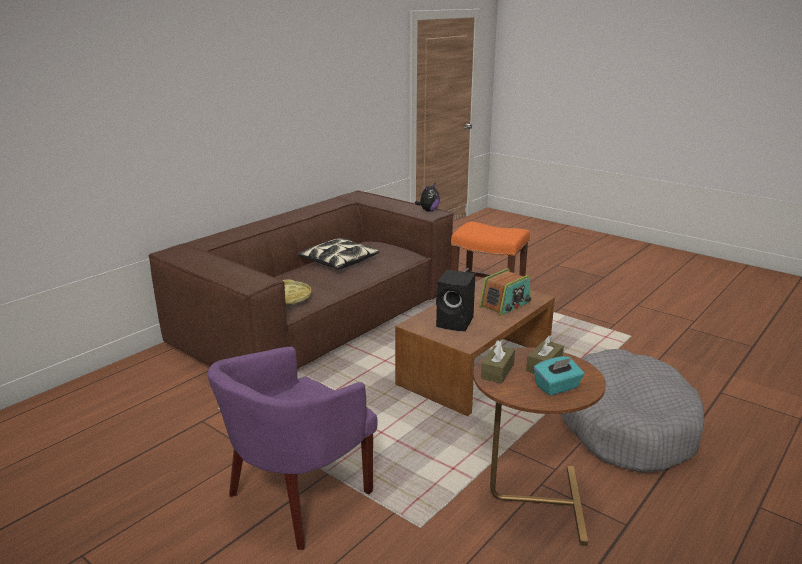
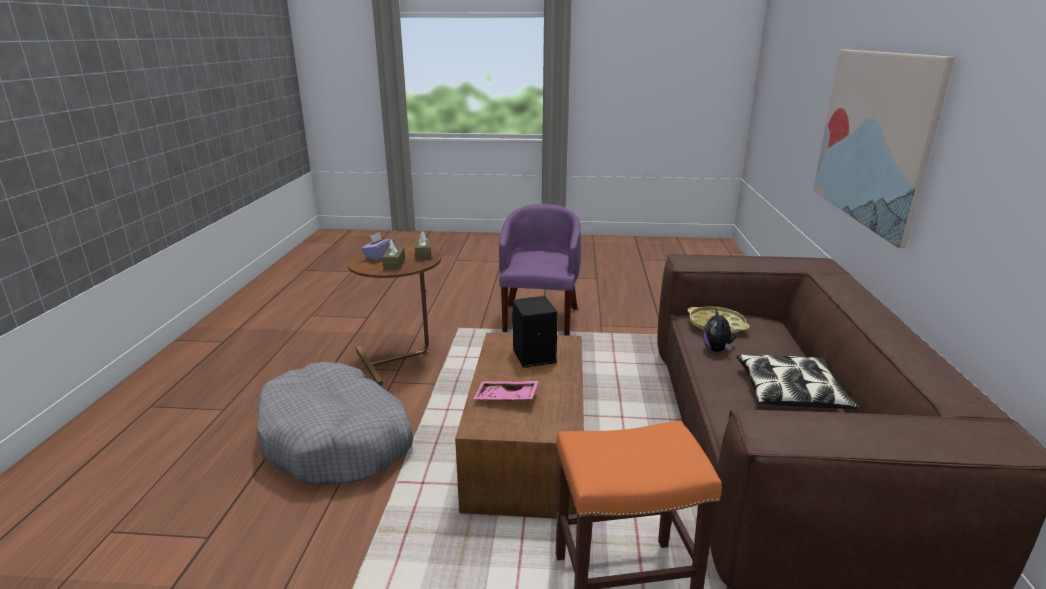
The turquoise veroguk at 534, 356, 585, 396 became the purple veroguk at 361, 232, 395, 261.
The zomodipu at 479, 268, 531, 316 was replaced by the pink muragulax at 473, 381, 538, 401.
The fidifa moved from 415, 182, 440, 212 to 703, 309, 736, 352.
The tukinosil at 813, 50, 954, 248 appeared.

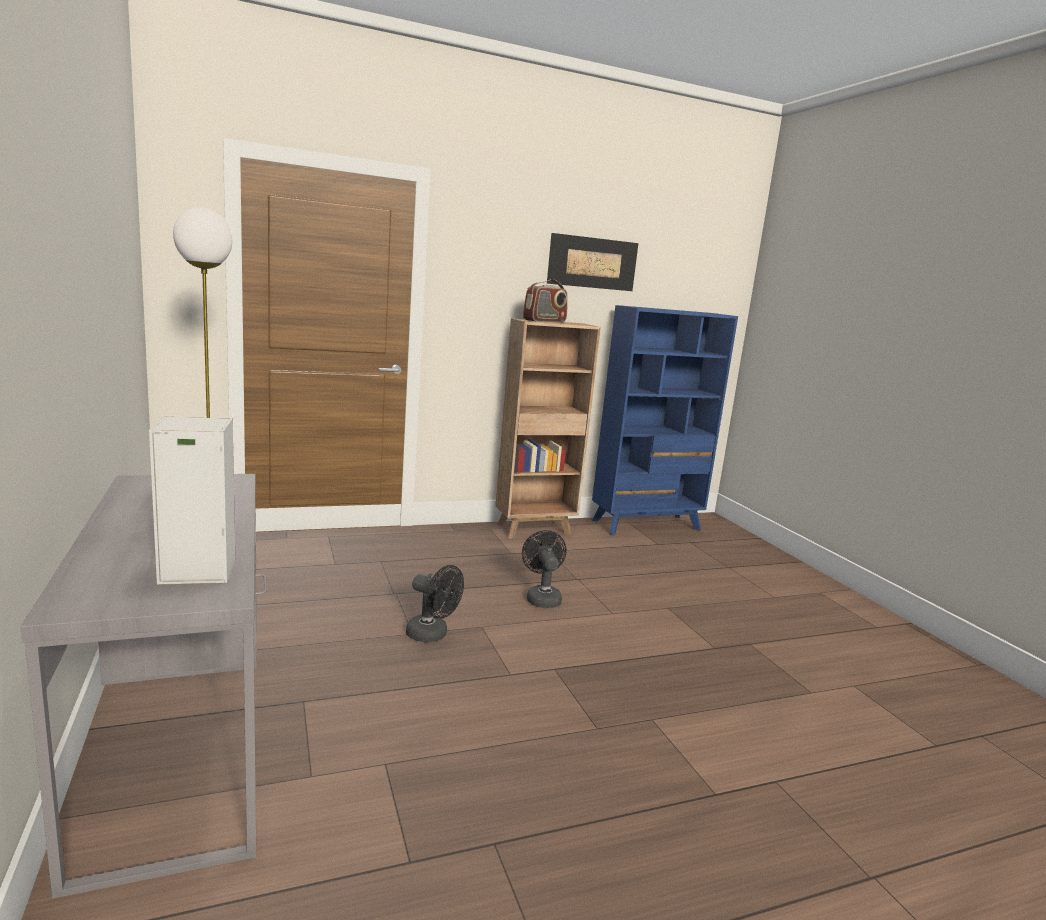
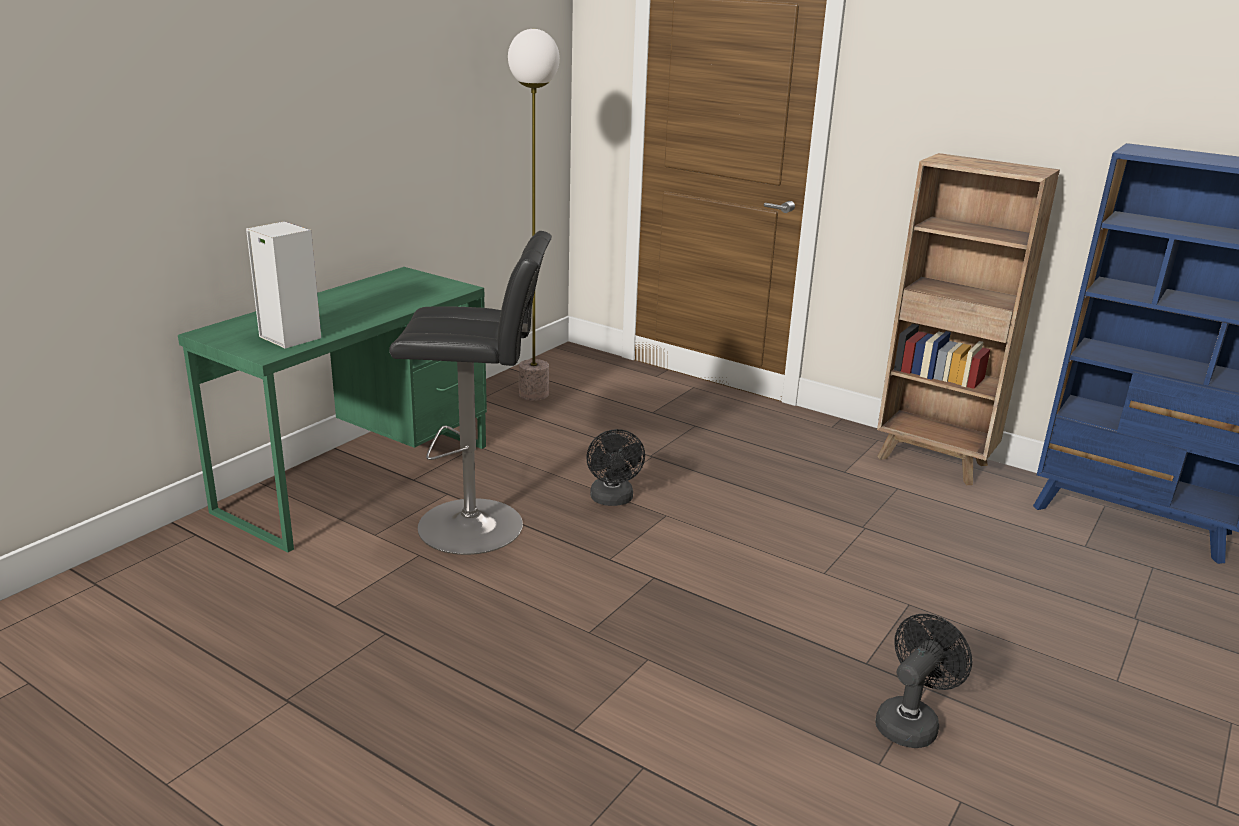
The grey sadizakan at 20, 474, 267, 899 became the green sadizakan at 178, 267, 487, 552.
The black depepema at 389, 231, 552, 555 appeared.
The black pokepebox moved from 522, 530, 567, 608 to 875, 614, 972, 748.
The zomodipu at 523, 279, 568, 323 disappeared.
The tukinosil at 547, 233, 638, 291 disappeared.

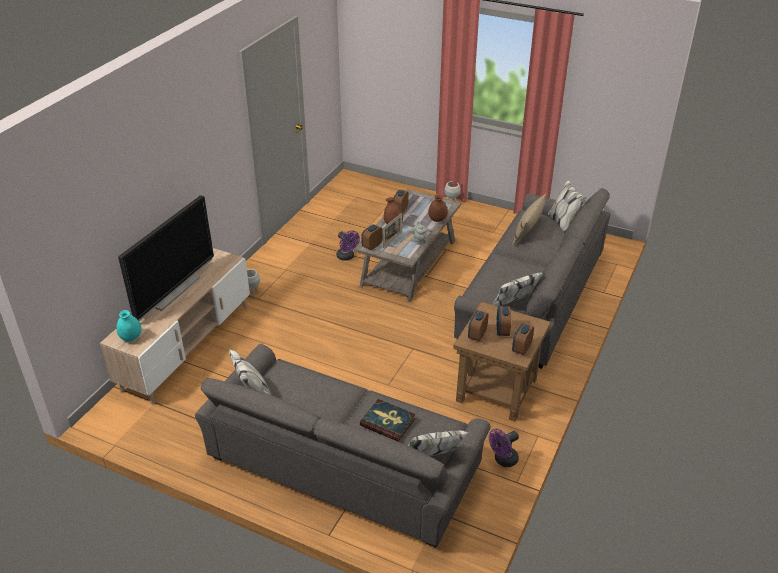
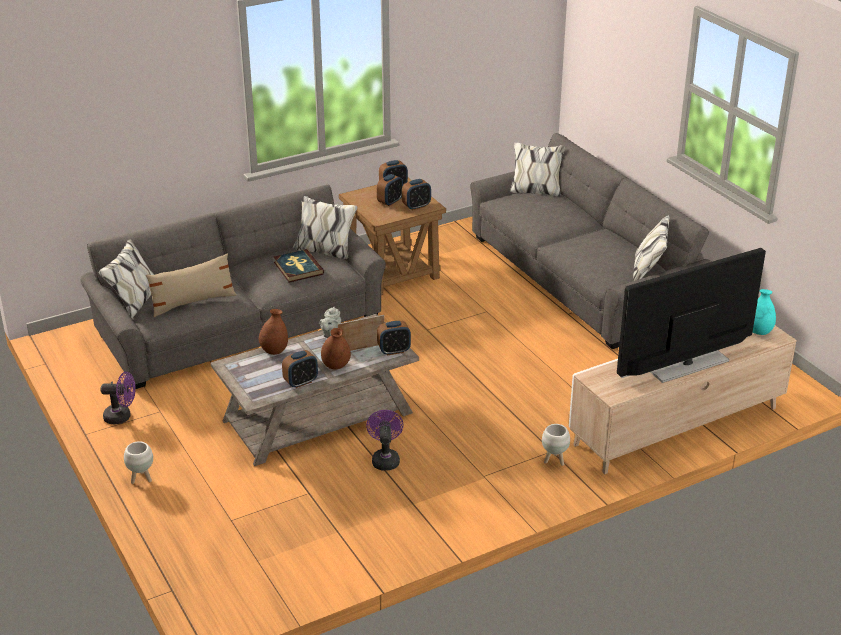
The purple pokepebox moved from 489, 428, 519, 467 to 101, 372, 136, 424.
The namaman moved from 360, 399, 415, 441 to 274, 249, 324, 282.

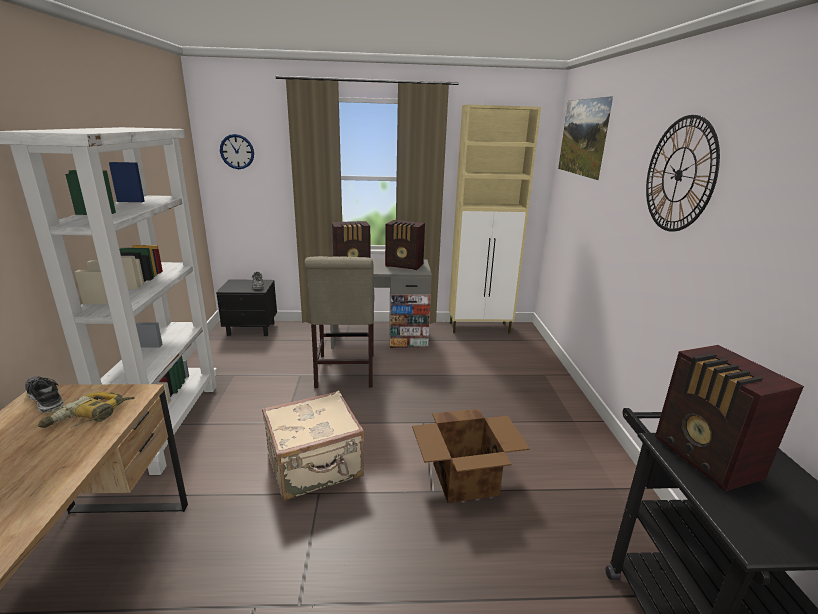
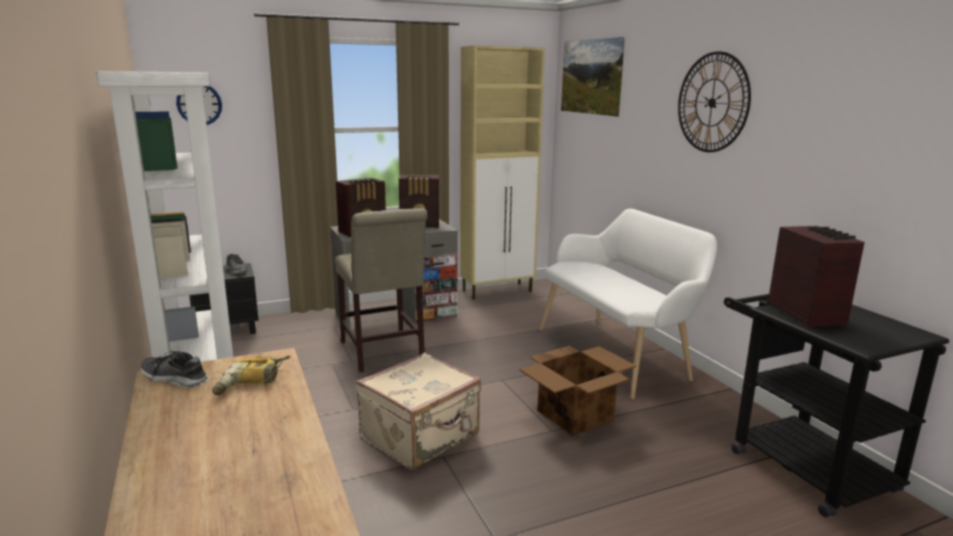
The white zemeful at 539, 209, 717, 400 appeared.
The zomodipu at 655, 345, 804, 491 turned 150 degrees counterclockwise.

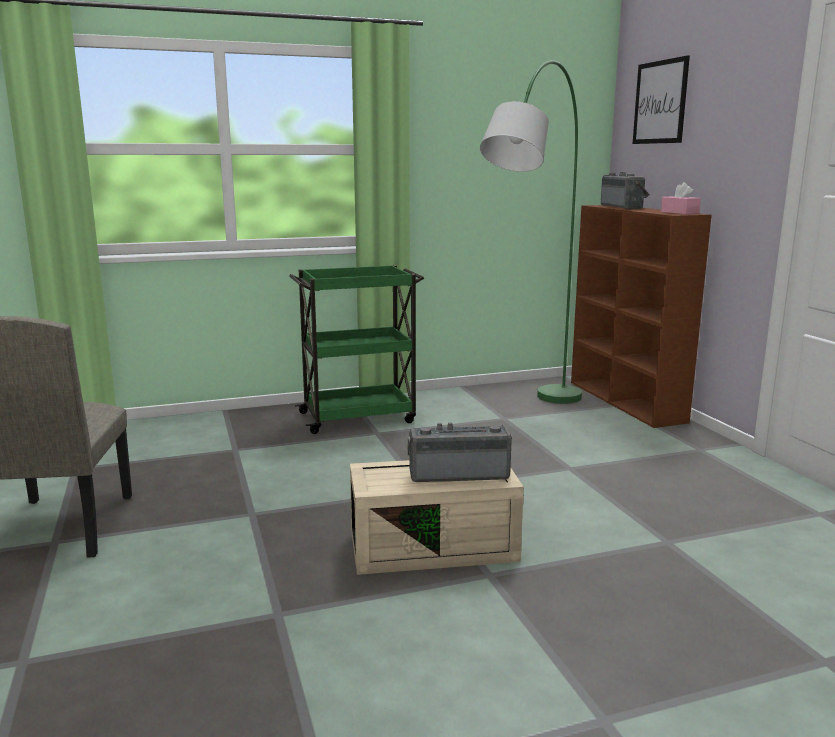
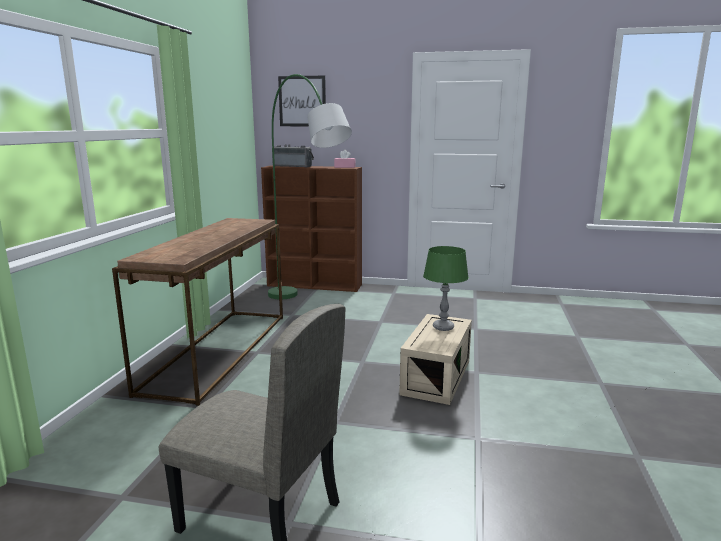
The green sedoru at 289, 265, 424, 434 was replaced by the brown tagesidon at 112, 218, 283, 406.
The zomodipu at 407, 422, 512, 482 was replaced by the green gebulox at 423, 246, 469, 331.

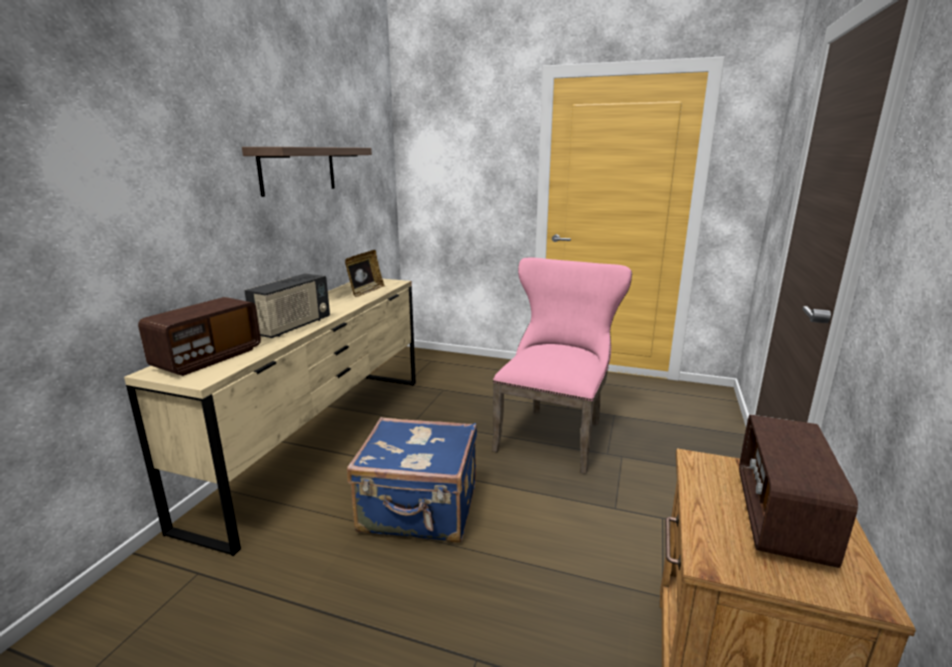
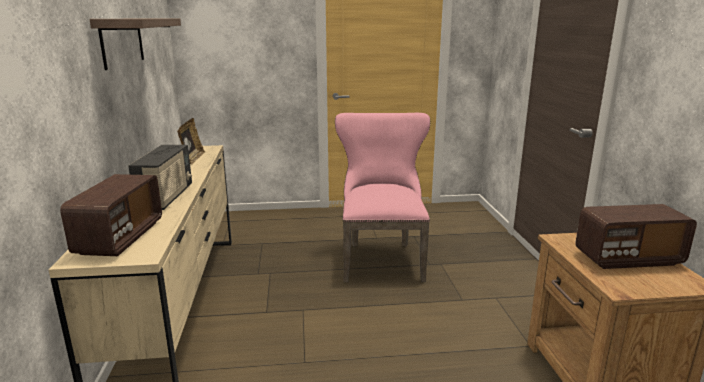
The zomodipu at 739, 414, 858, 568 turned 90 degrees counterclockwise.
The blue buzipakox at 347, 417, 477, 543 disappeared.

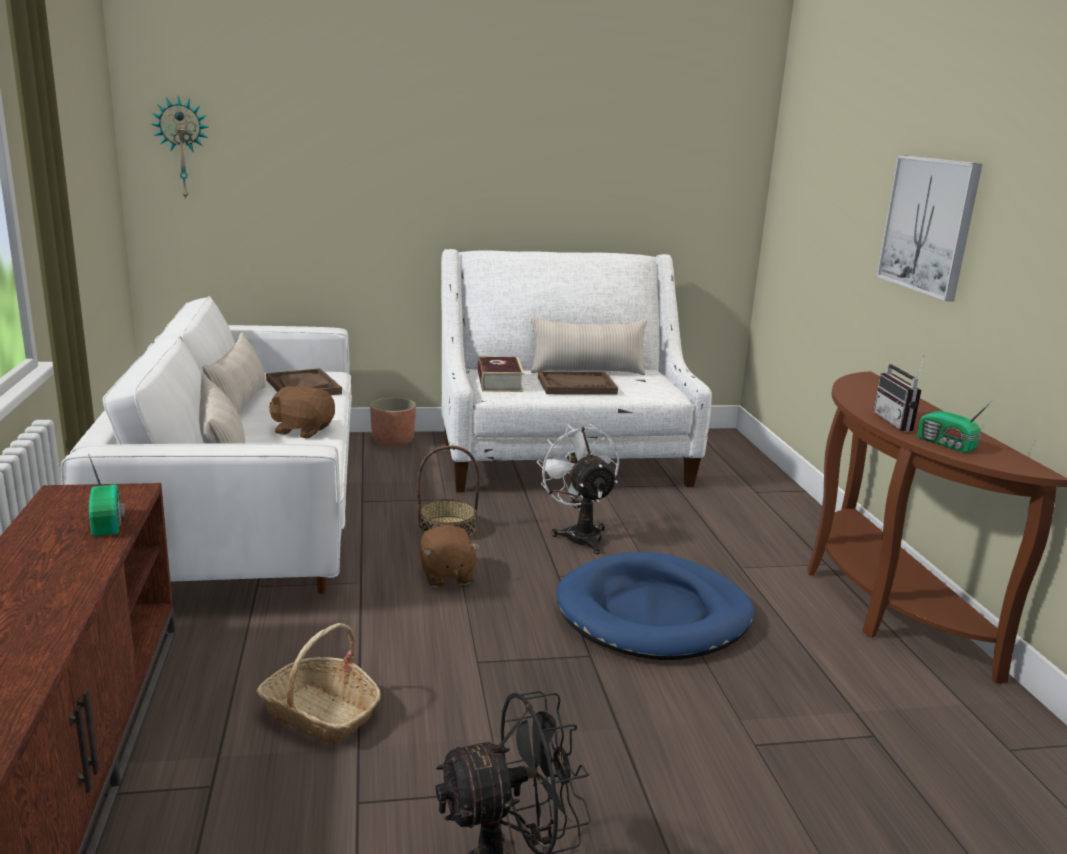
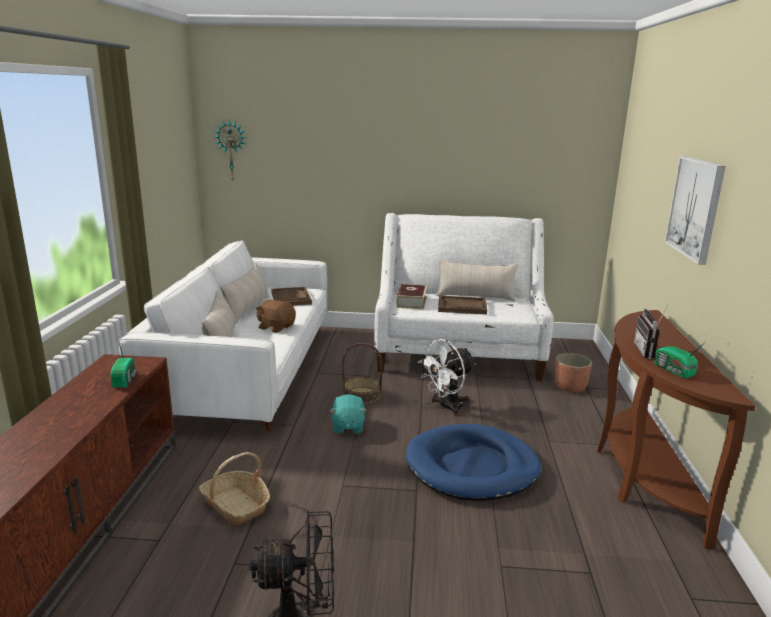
The brown fidifa at 420, 525, 480, 588 became the turquoise fidifa at 330, 394, 367, 434.
The white pokepebox at 537, 424, 619, 554 turned 120 degrees counterclockwise.
The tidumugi moved from 370, 397, 416, 446 to 554, 353, 592, 393.

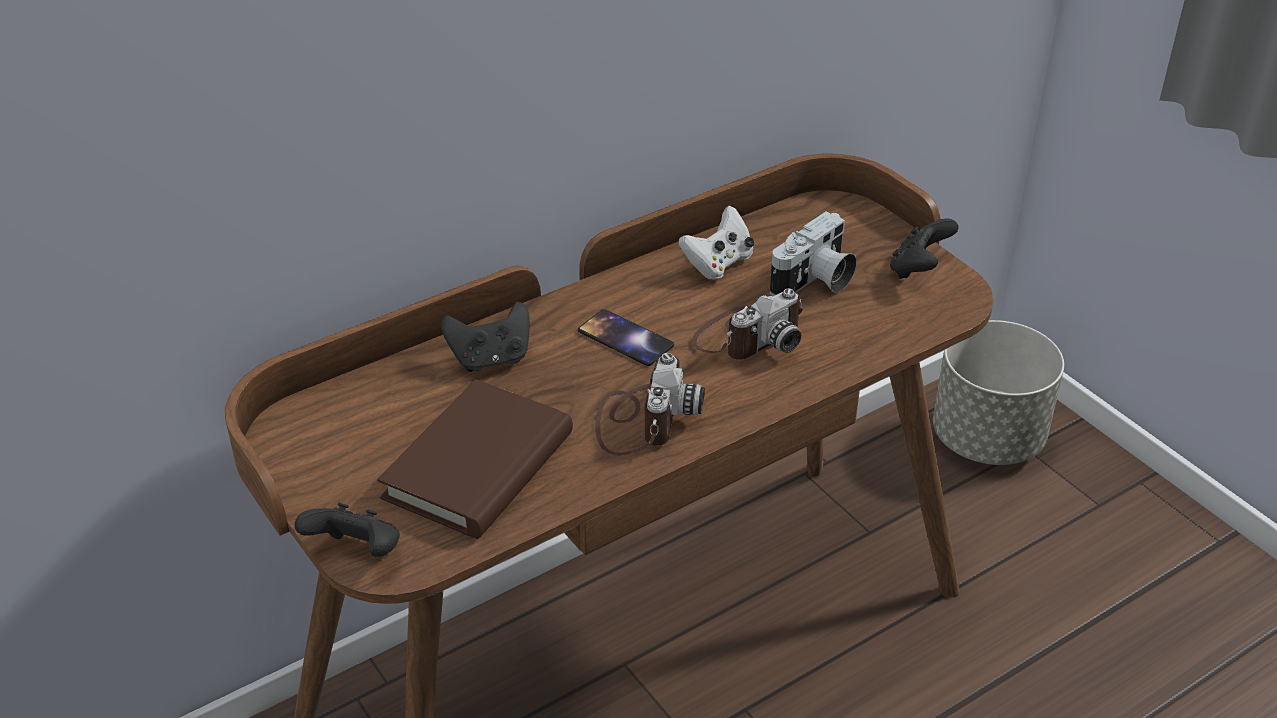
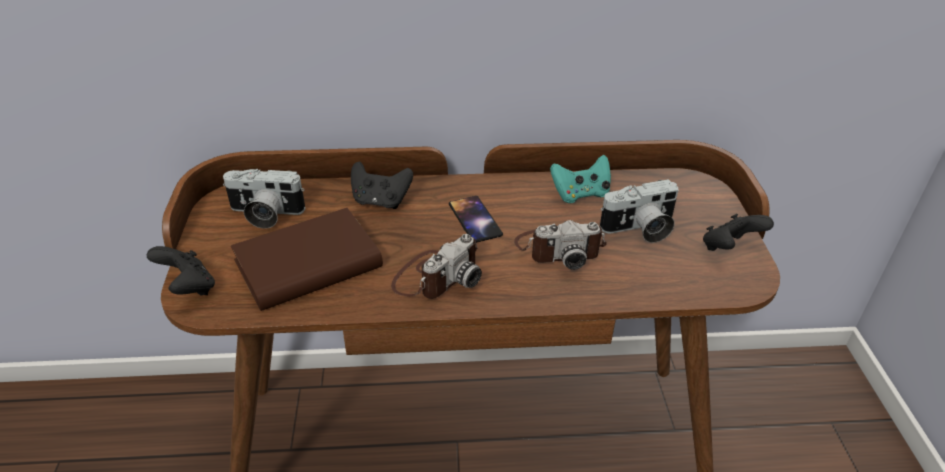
The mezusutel at 223, 169, 306, 229 appeared.
The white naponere at 678, 205, 754, 280 became the turquoise naponere at 550, 155, 611, 203.
The grey tidumugi at 933, 320, 1064, 465 disappeared.

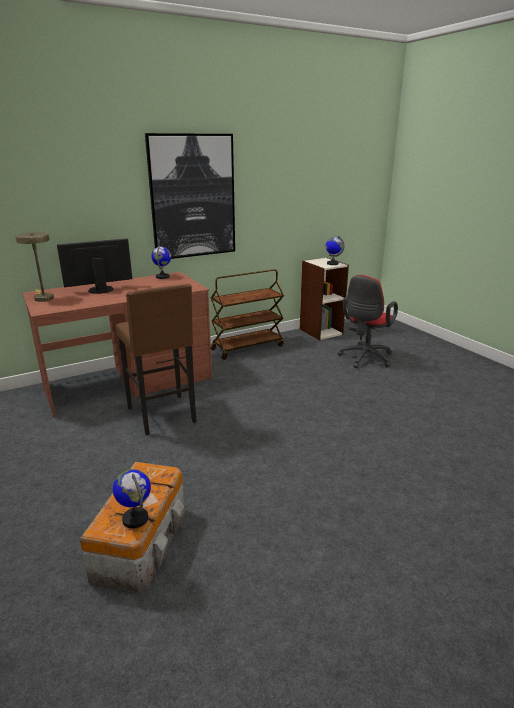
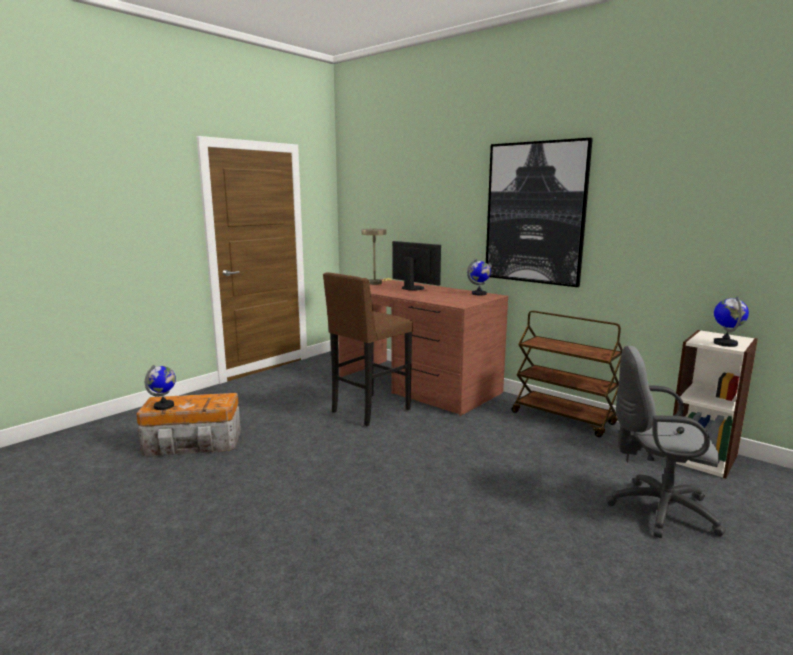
The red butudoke at 338, 275, 398, 368 became the grey butudoke at 606, 346, 726, 538.

